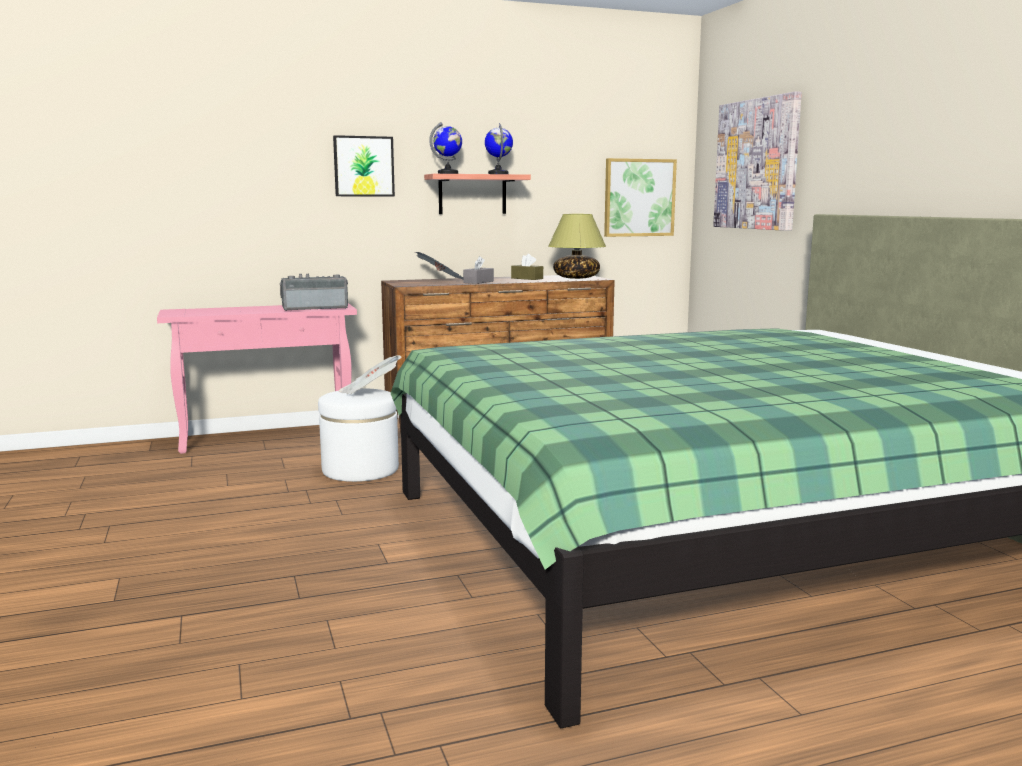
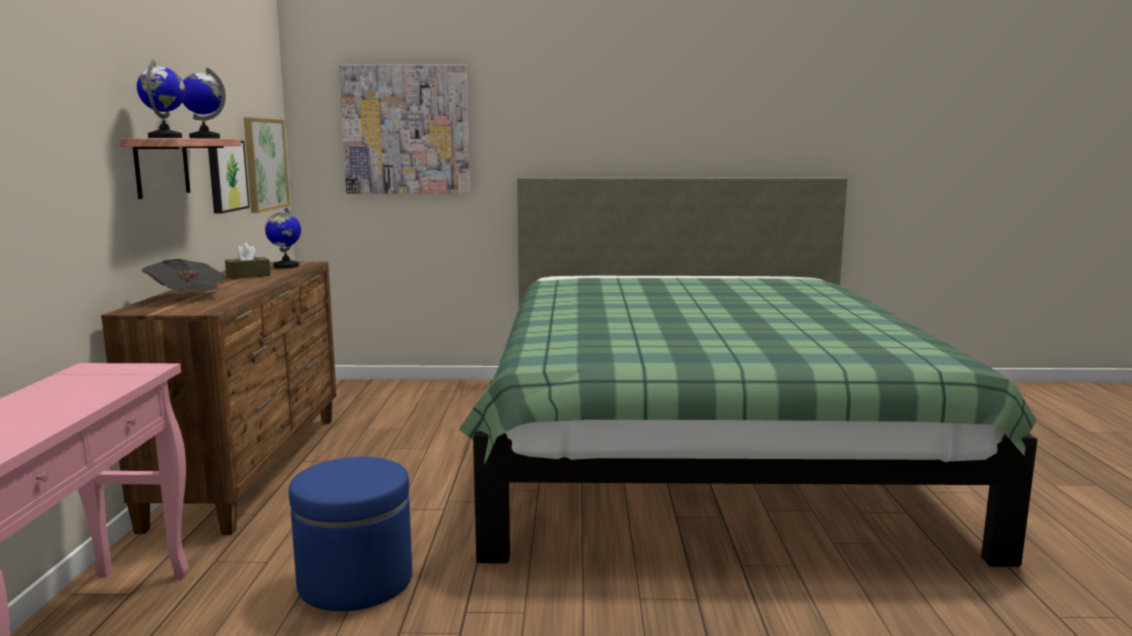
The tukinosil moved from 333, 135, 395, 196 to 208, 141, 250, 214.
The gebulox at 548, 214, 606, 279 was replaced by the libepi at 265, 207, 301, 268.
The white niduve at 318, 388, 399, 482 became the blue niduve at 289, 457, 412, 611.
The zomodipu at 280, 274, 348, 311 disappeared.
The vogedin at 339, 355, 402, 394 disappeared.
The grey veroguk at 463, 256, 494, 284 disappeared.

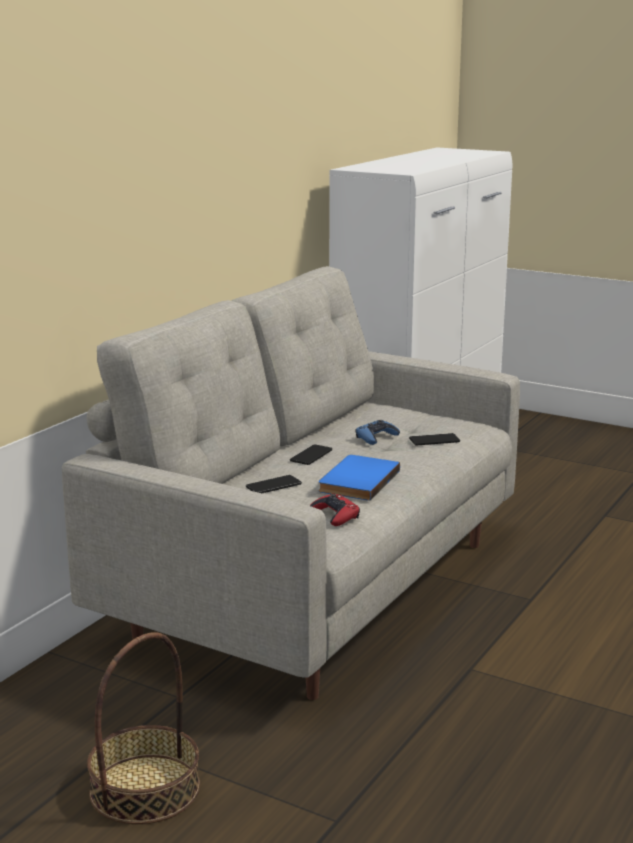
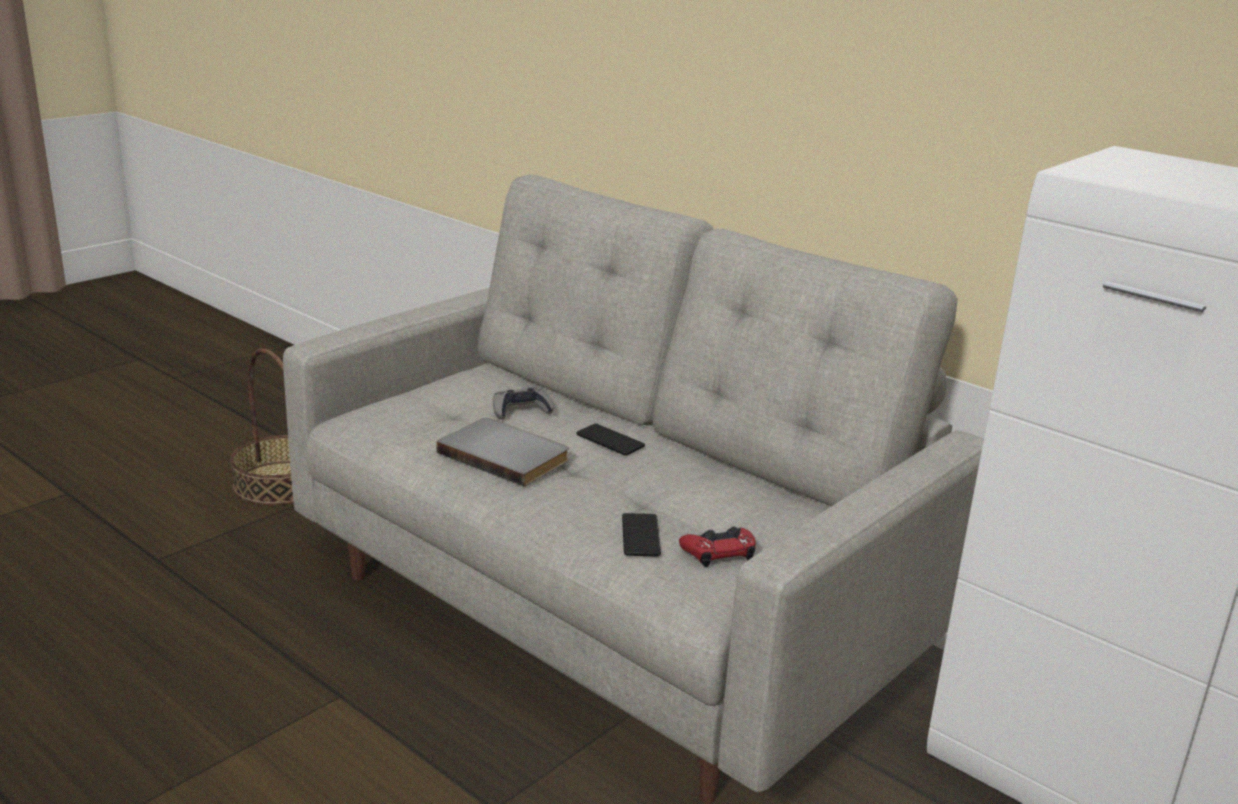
The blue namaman at 319, 455, 400, 501 became the grey namaman at 436, 418, 569, 487.
The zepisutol at 246, 475, 302, 493 was replaced by the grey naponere at 493, 388, 554, 419.
The red naponere moved from 310, 494, 360, 526 to 679, 527, 756, 567.
The blue naponere at 355, 420, 400, 445 disappeared.

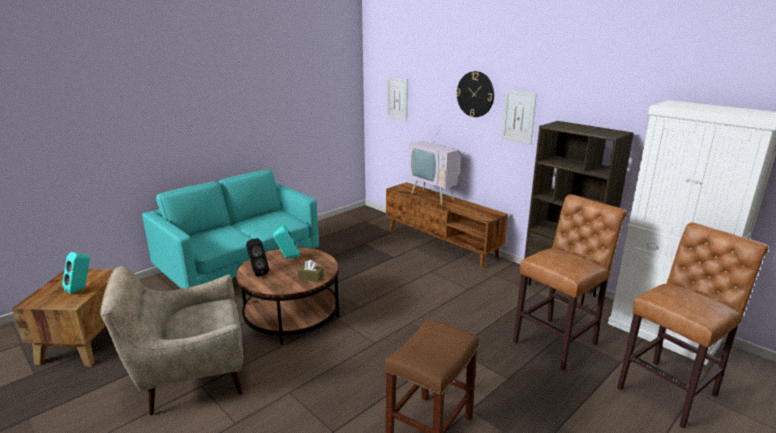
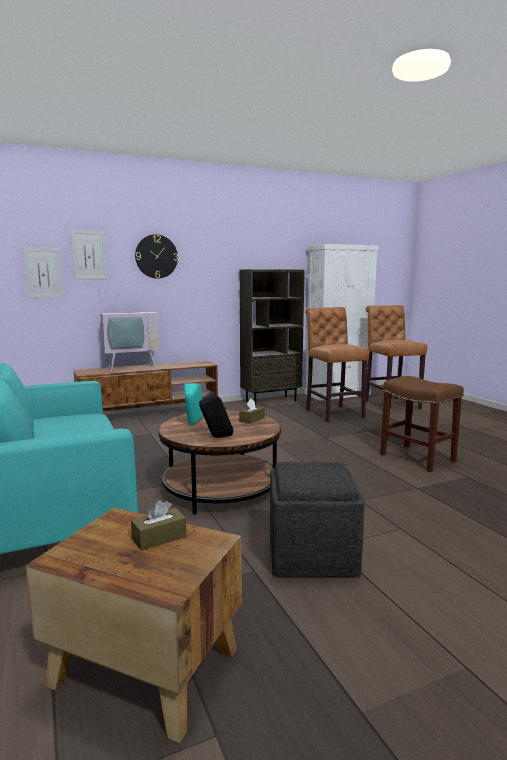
The tukinosil moved from 502, 90, 537, 145 to 70, 230, 108, 280.
The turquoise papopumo at 62, 252, 90, 294 was replaced by the brown veroguk at 131, 500, 187, 551.
The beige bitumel at 100, 266, 243, 415 was replaced by the grey niduve at 270, 462, 365, 577.

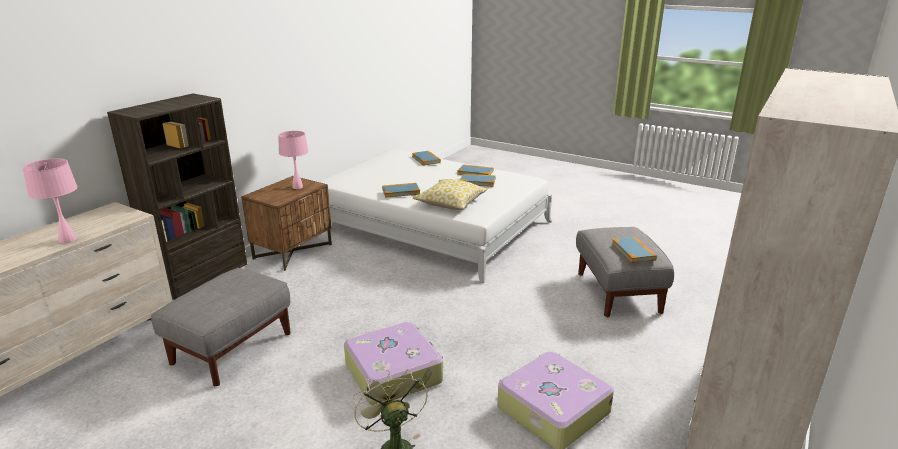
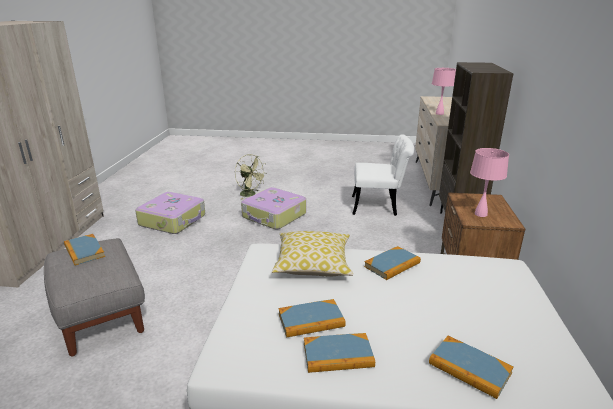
The grey niduve at 151, 268, 291, 386 was replaced by the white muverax at 352, 134, 414, 216.

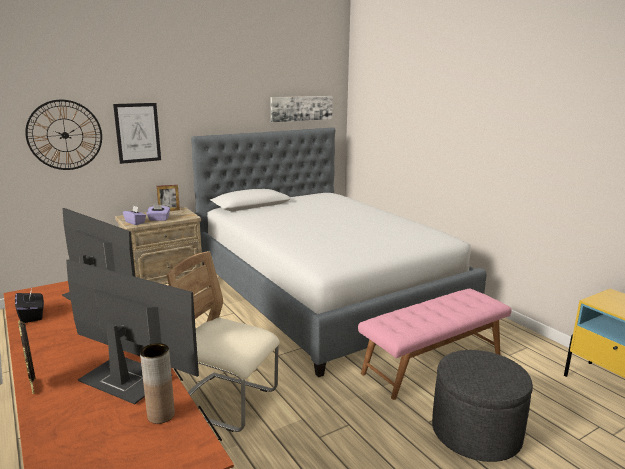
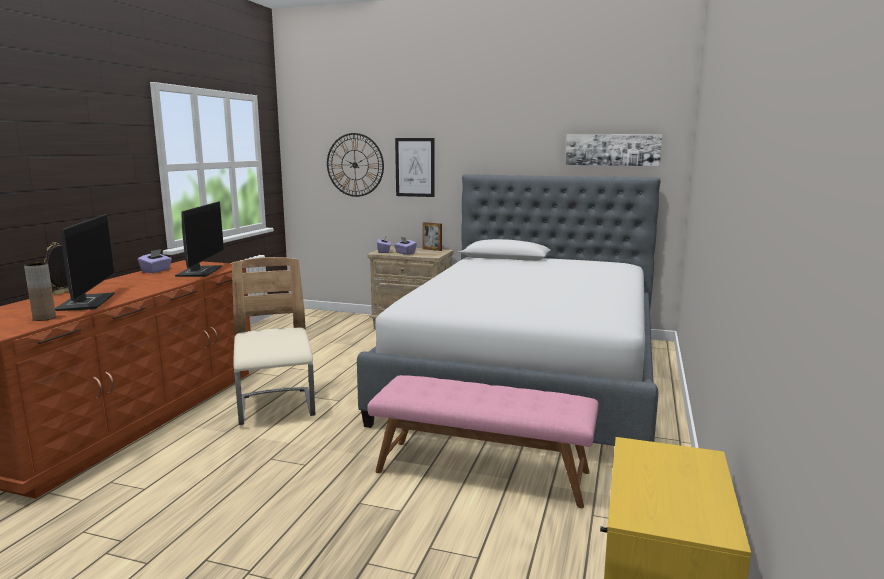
The black veroguk at 15, 288, 44, 323 became the purple veroguk at 138, 249, 172, 273.
The grey niduve at 432, 350, 533, 462 disappeared.

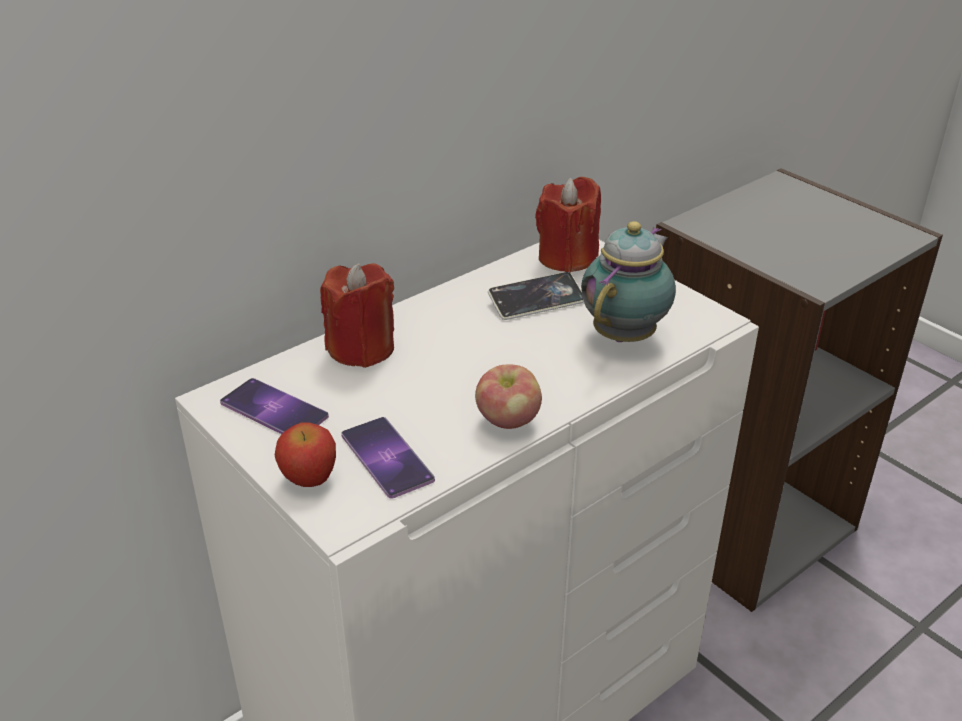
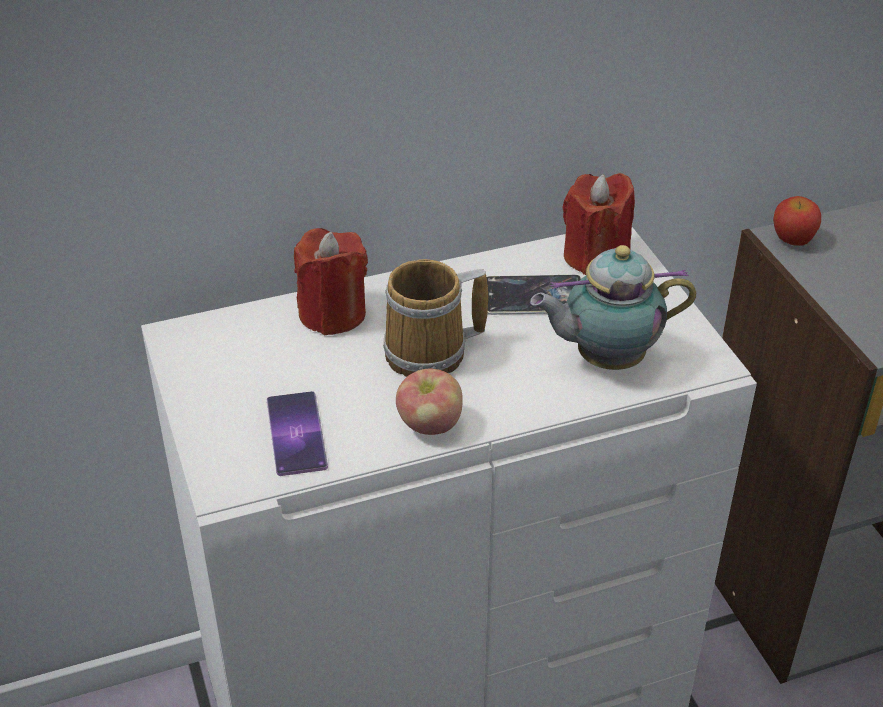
The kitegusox at 383, 259, 488, 377 appeared.
The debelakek at 581, 221, 676, 342 turned 150 degrees counterclockwise.
The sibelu moved from 275, 423, 336, 487 to 773, 196, 821, 246.
The zepisutol at 220, 378, 329, 434 disappeared.

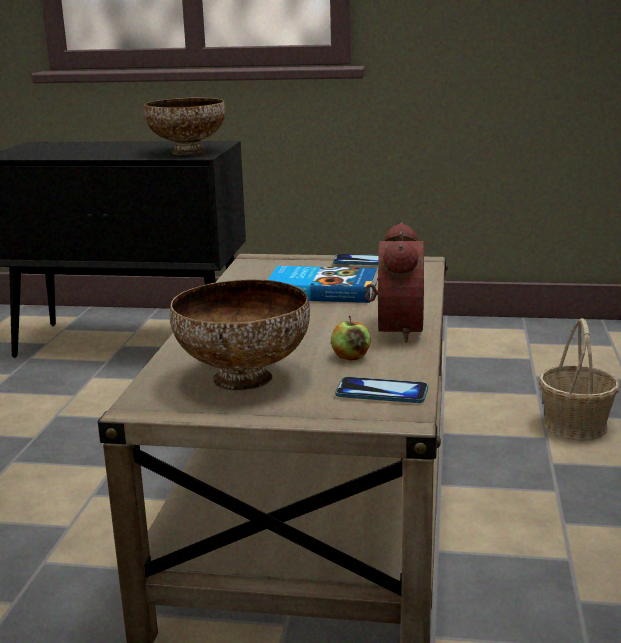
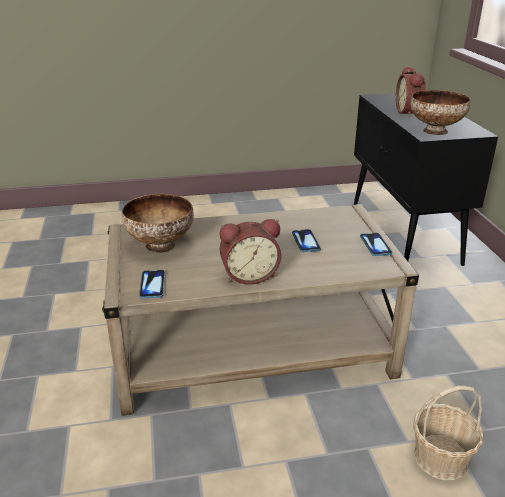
The namaman at 268, 266, 377, 303 was replaced by the zepisutol at 292, 229, 321, 252.
The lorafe at 396, 66, 426, 118 appeared.
The sibelu at 331, 316, 371, 360 disappeared.

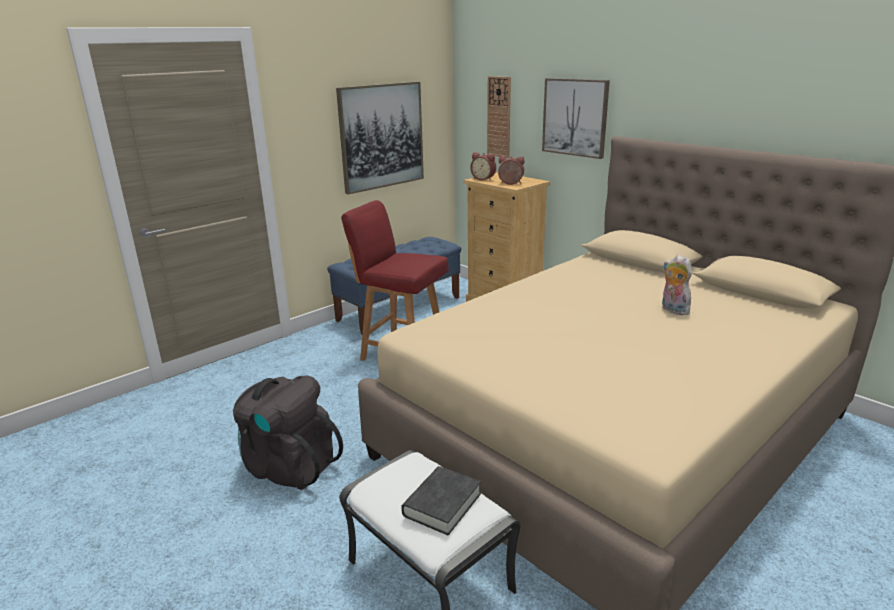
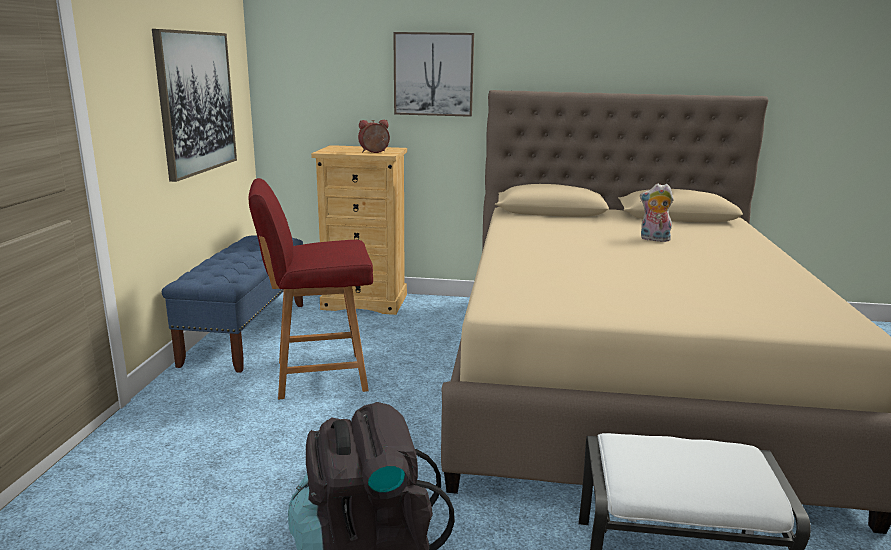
The black namaman at 401, 466, 481, 535 disappeared.
The lorafe at 470, 152, 496, 181 disappeared.
The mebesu at 487, 76, 511, 158 disappeared.

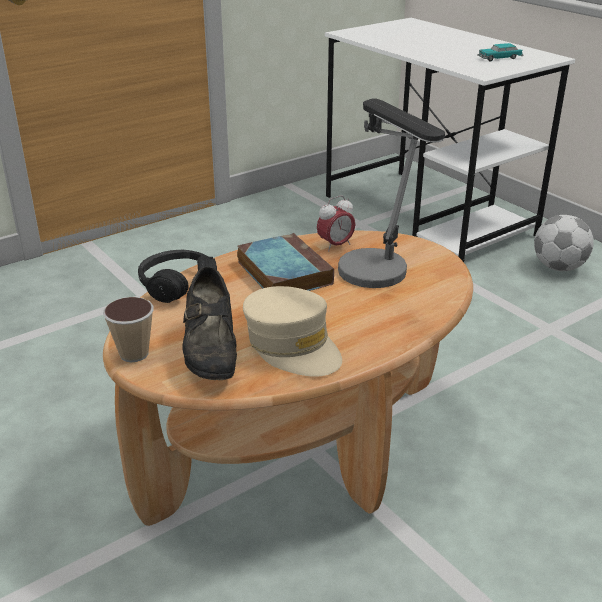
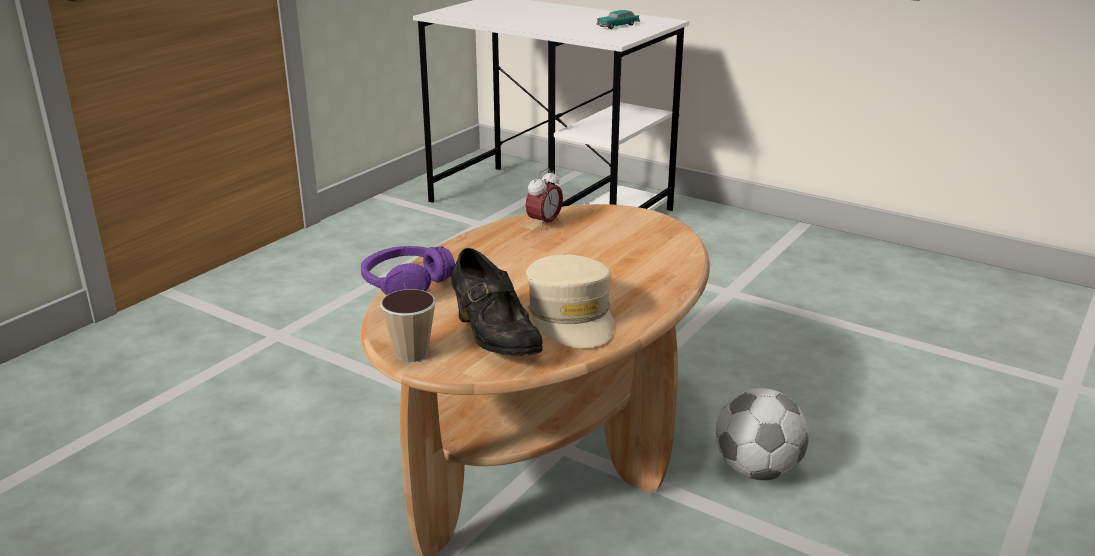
The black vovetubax at 138, 250, 217, 303 became the purple vovetubax at 361, 246, 455, 295.
The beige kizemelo at 243, 286, 342, 377 turned 45 degrees clockwise.
The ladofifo moved from 534, 215, 594, 271 to 716, 388, 809, 480.
The namaman at 237, 233, 334, 291 disappeared.
The gebulox at 338, 98, 445, 288 disappeared.

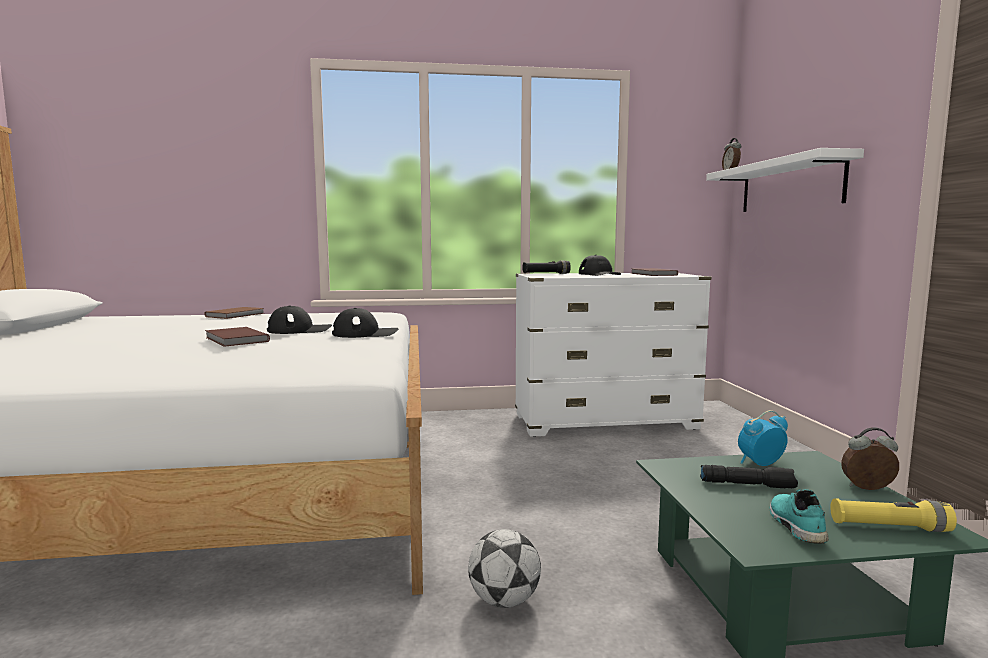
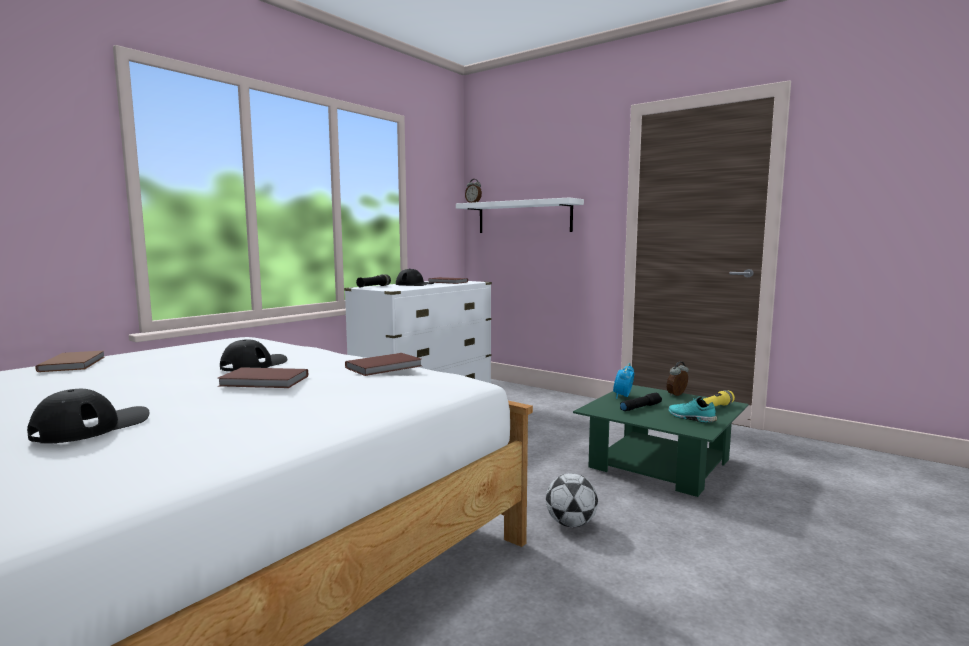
The black kizemelo moved from 332, 308, 398, 338 to 27, 389, 149, 444.
The brown namaman at 345, 353, 421, 376 appeared.

